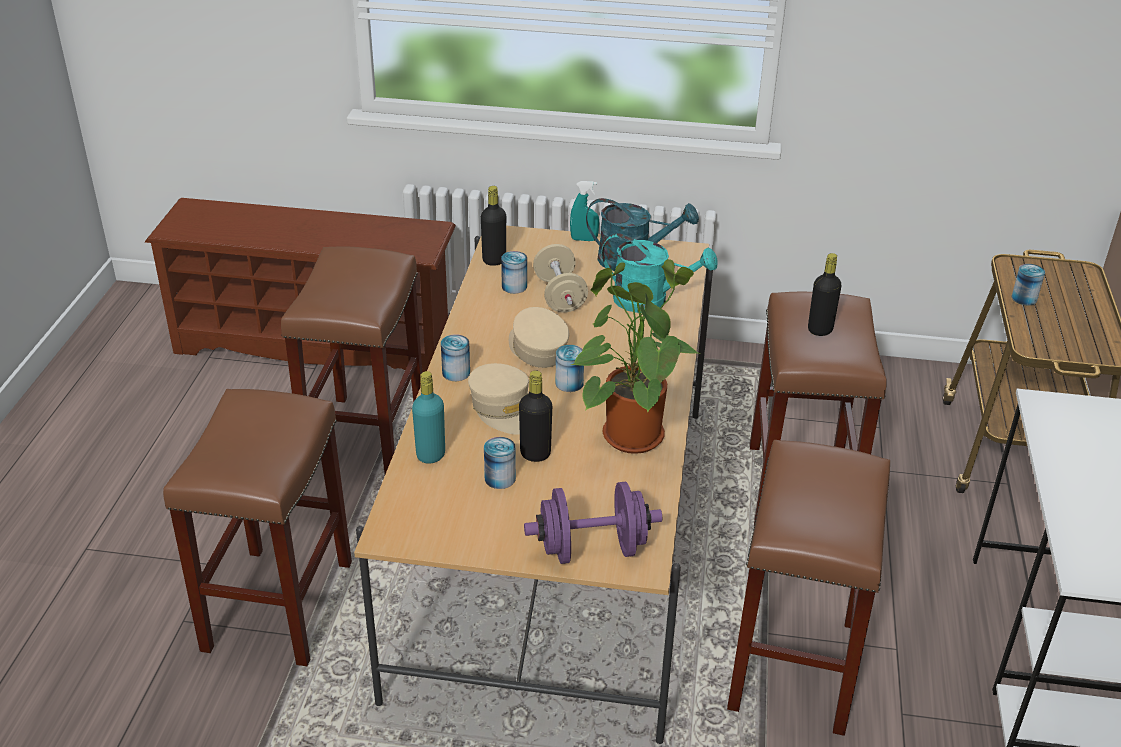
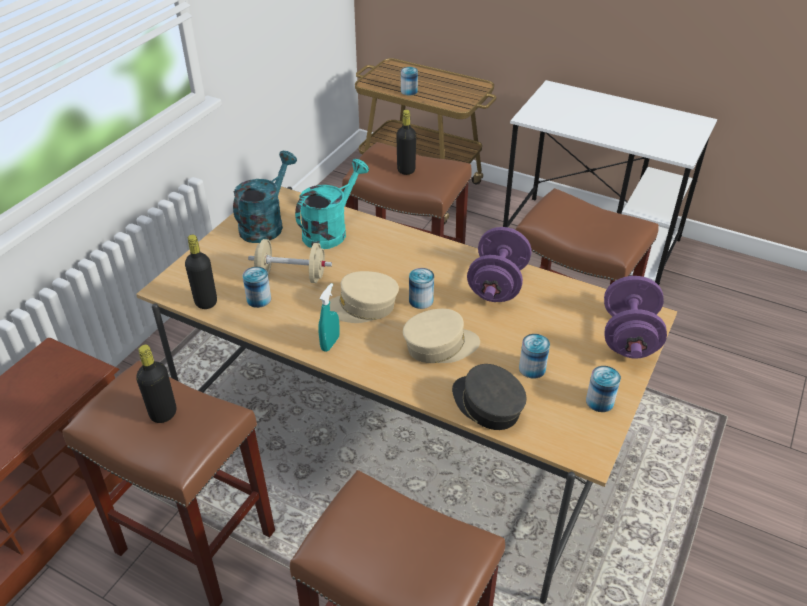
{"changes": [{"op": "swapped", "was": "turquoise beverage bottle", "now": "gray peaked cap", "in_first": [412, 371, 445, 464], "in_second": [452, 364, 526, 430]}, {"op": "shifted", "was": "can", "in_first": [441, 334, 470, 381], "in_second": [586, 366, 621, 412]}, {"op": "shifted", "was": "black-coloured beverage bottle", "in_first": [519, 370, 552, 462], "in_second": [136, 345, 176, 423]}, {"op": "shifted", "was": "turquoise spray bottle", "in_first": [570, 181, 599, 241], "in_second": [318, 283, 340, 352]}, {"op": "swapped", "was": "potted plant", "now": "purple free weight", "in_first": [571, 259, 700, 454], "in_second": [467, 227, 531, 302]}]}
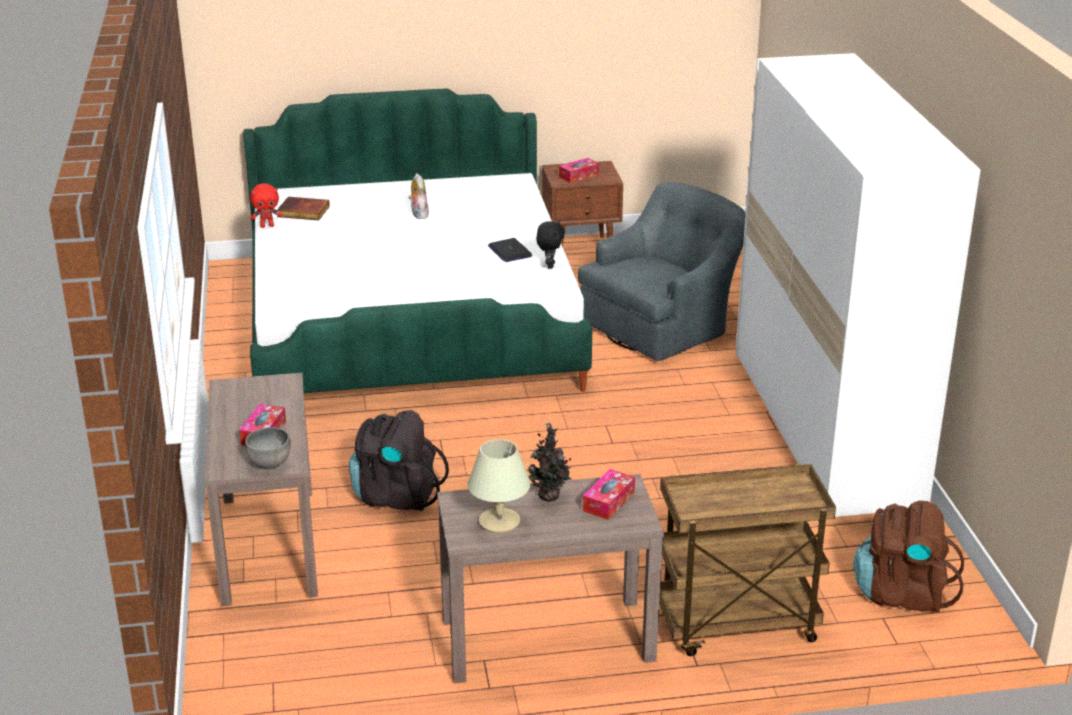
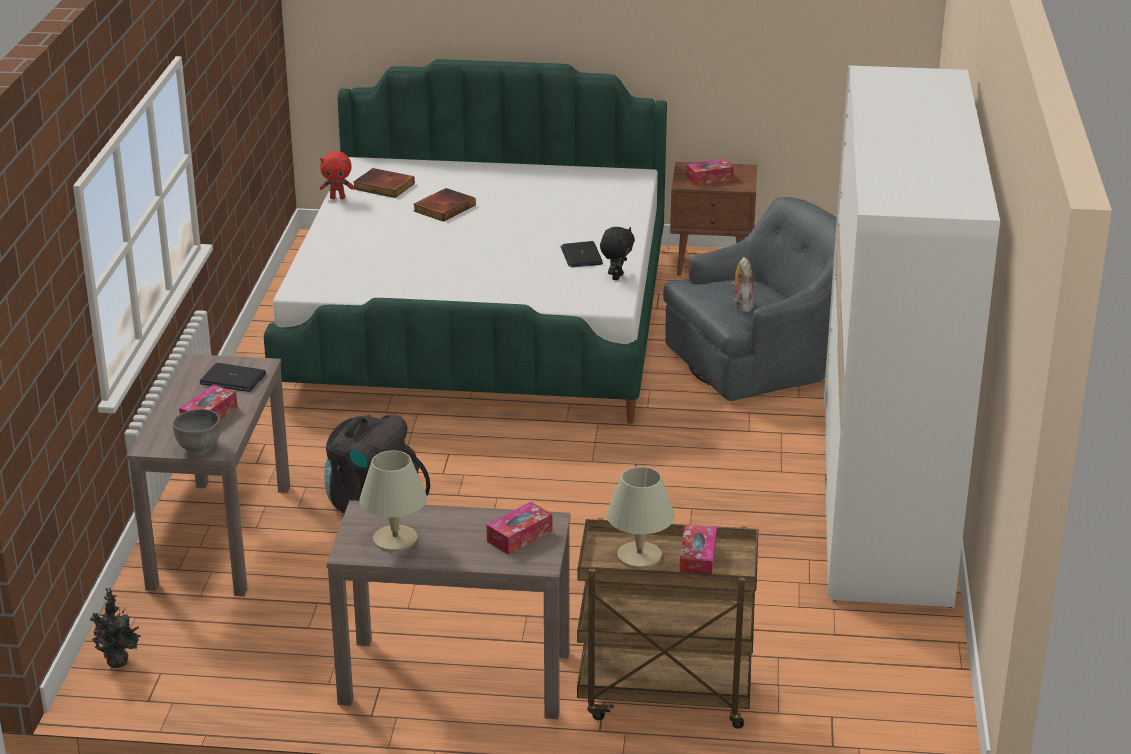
{"changes": [{"op": "shifted", "was": "plush toy", "in_first": [408, 173, 429, 219], "in_second": [731, 257, 754, 312]}, {"op": "shifted", "was": "potted plant", "in_first": [528, 422, 572, 502], "in_second": [90, 587, 141, 668]}, {"op": "gone", "was": "brownish rucksack", "in_first": [853, 501, 964, 613]}, {"op": "new", "now": "notebook computer", "in_second": [200, 363, 266, 392]}, {"op": "new", "now": "volume", "in_second": [414, 188, 476, 222]}, {"op": "new", "now": "sand-coloured tabletop lamp", "in_second": [606, 467, 675, 568]}, {"op": "new", "now": "tissue holder", "in_second": [679, 524, 717, 574]}]}
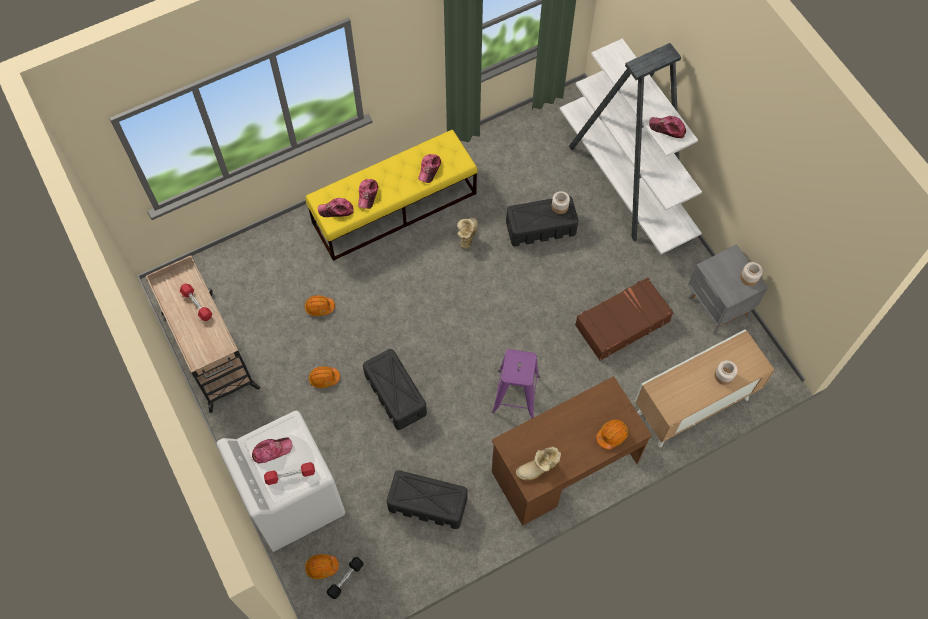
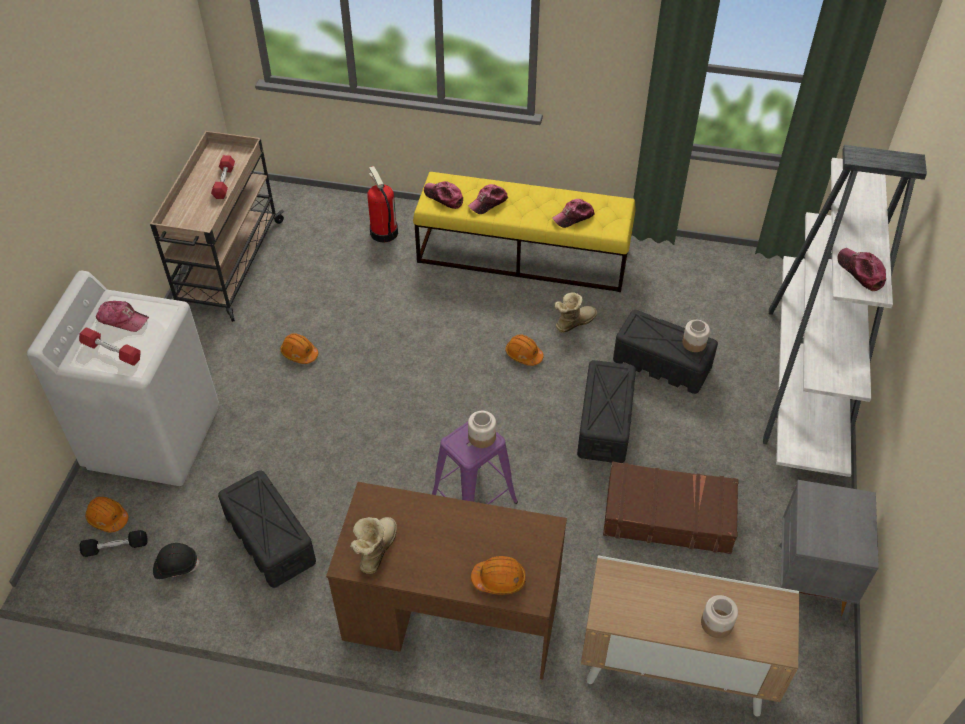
{"changes": [{"op": "shifted", "was": "orangey work helmet", "in_first": [305, 295, 335, 316], "in_second": [505, 334, 544, 366]}, {"op": "shifted", "was": "black-coloured storage box", "in_first": [363, 349, 427, 430], "in_second": [577, 360, 636, 463]}, {"op": "rotated", "was": "boot", "in_first": [516, 447, 561, 480], "in_second": [350, 517, 397, 574], "clockwise": 90}, {"op": "shifted", "was": "jar", "in_first": [740, 262, 763, 286], "in_second": [468, 411, 496, 448]}, {"op": "new", "now": "black-coloured work helmet", "in_second": [153, 543, 200, 579]}, {"op": "new", "now": "fire-fighting cylinder", "in_second": [367, 166, 398, 243]}]}
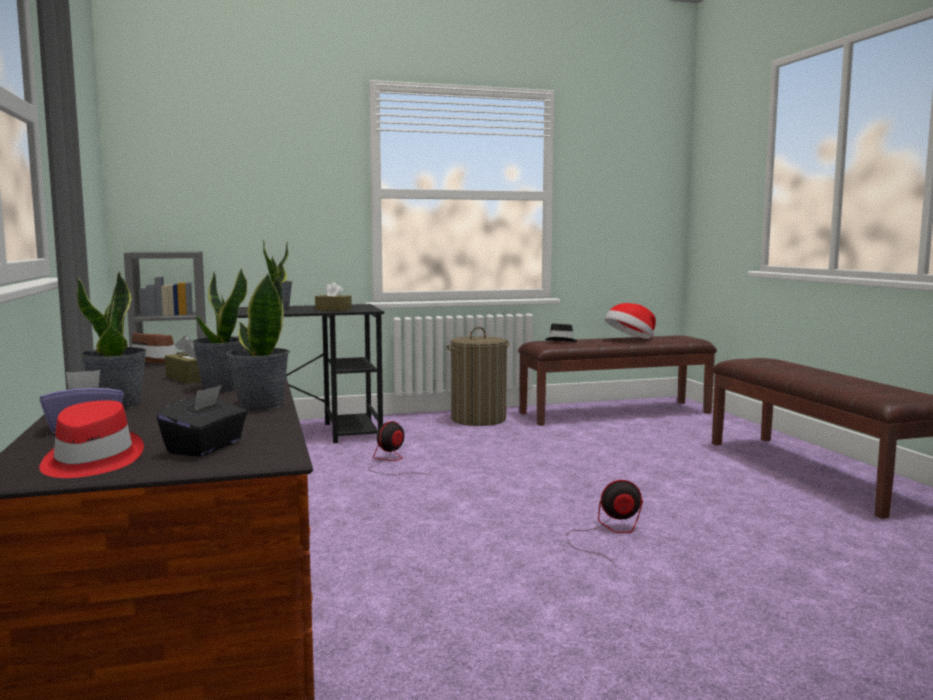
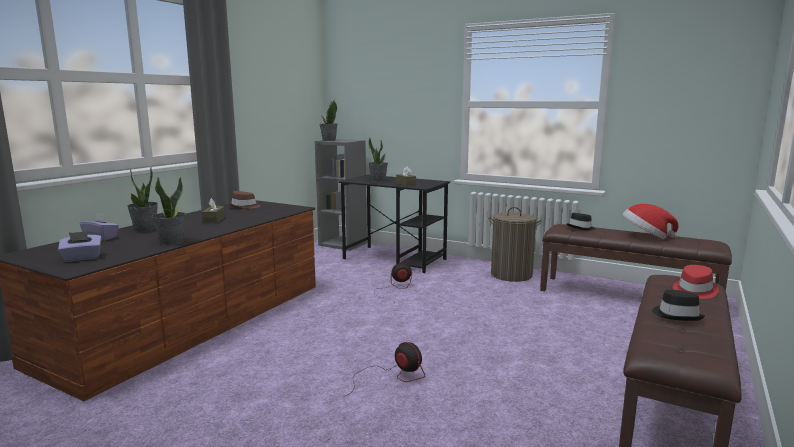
{"changes": [{"op": "shifted", "was": "red hat", "in_first": [39, 400, 144, 478], "in_second": [673, 265, 719, 299]}, {"op": "repainted", "was": "black-coloured tissue holder", "now": "purple tissue holder", "in_first": [157, 385, 248, 457], "in_second": [58, 231, 102, 262]}, {"op": "shifted", "was": "potted plant", "in_first": [192, 268, 247, 392], "in_second": [320, 100, 337, 141]}, {"op": "new", "now": "black-coloured hat", "in_second": [652, 290, 705, 321]}]}
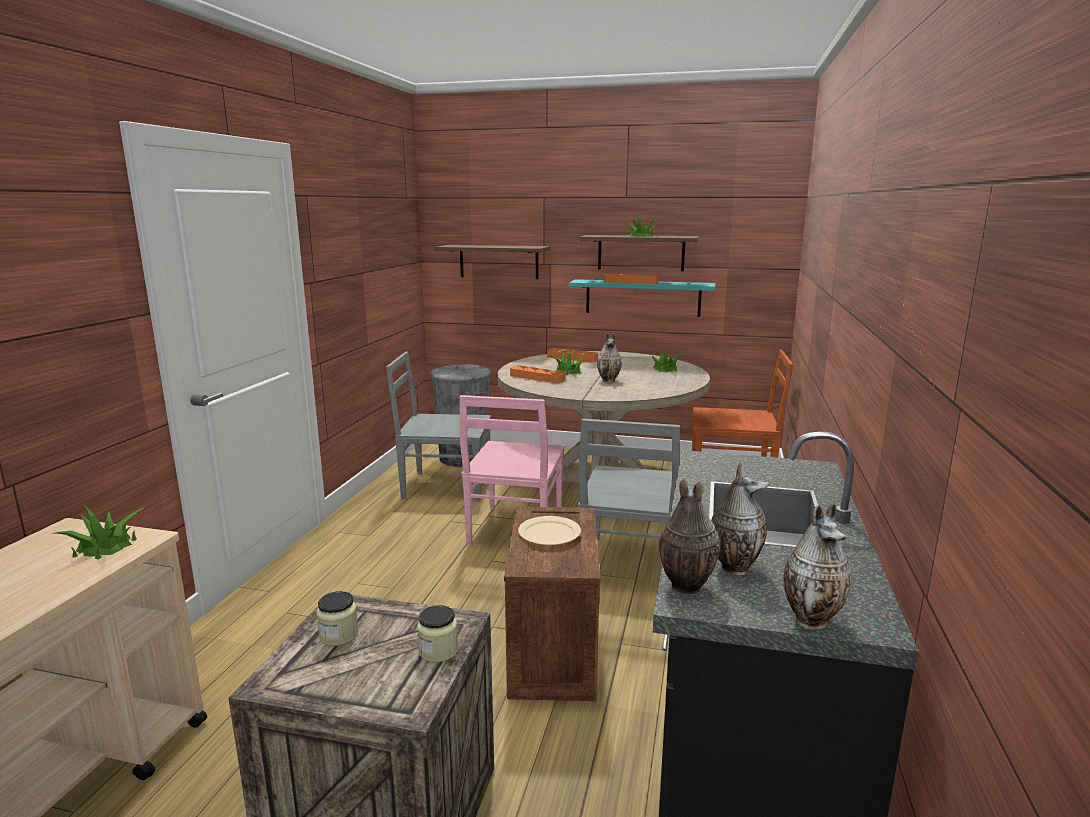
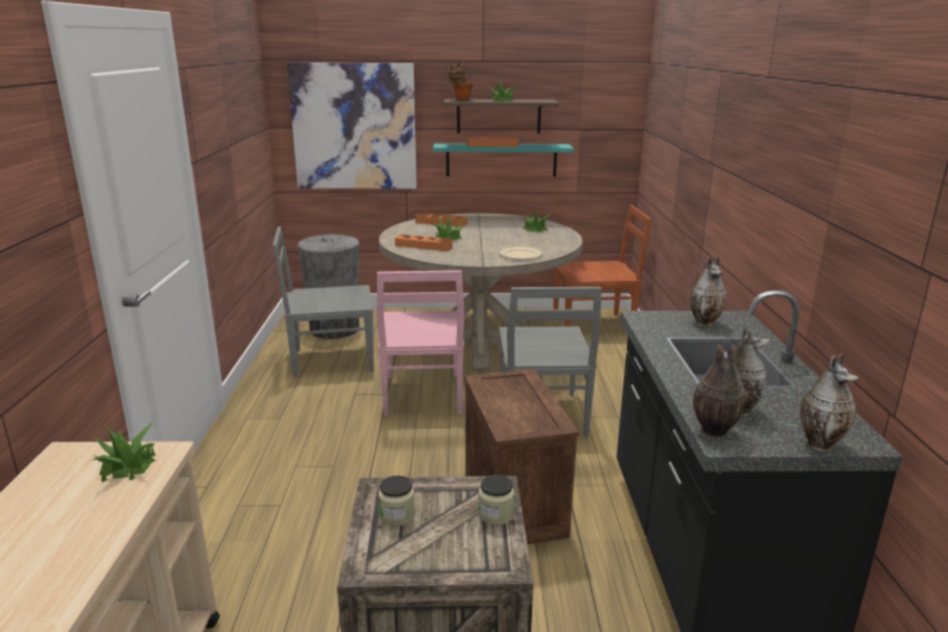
{"changes": [{"op": "swapped", "was": "bracket shelf", "now": "picture", "in_first": [435, 245, 550, 279], "in_second": [287, 63, 417, 189]}, {"op": "shifted", "was": "sand-coloured flat dish", "in_first": [518, 516, 581, 545], "in_second": [500, 247, 542, 260]}, {"op": "shifted", "was": "decorative vase", "in_first": [597, 333, 622, 383], "in_second": [690, 256, 727, 327]}, {"op": "new", "now": "potted plant", "in_second": [447, 63, 473, 101]}]}
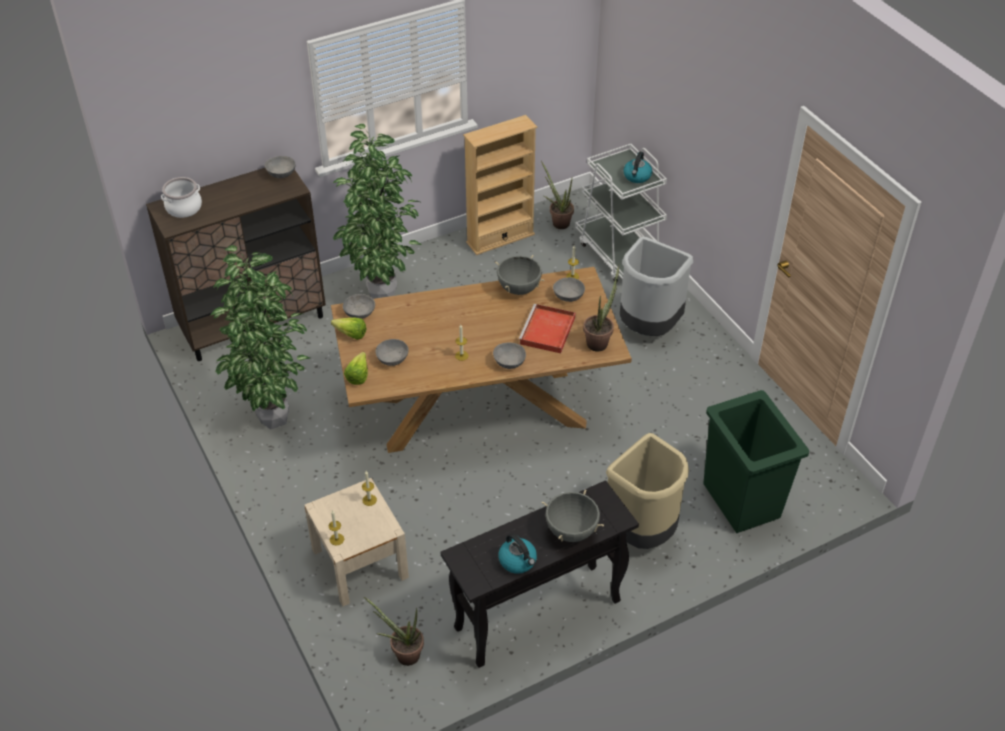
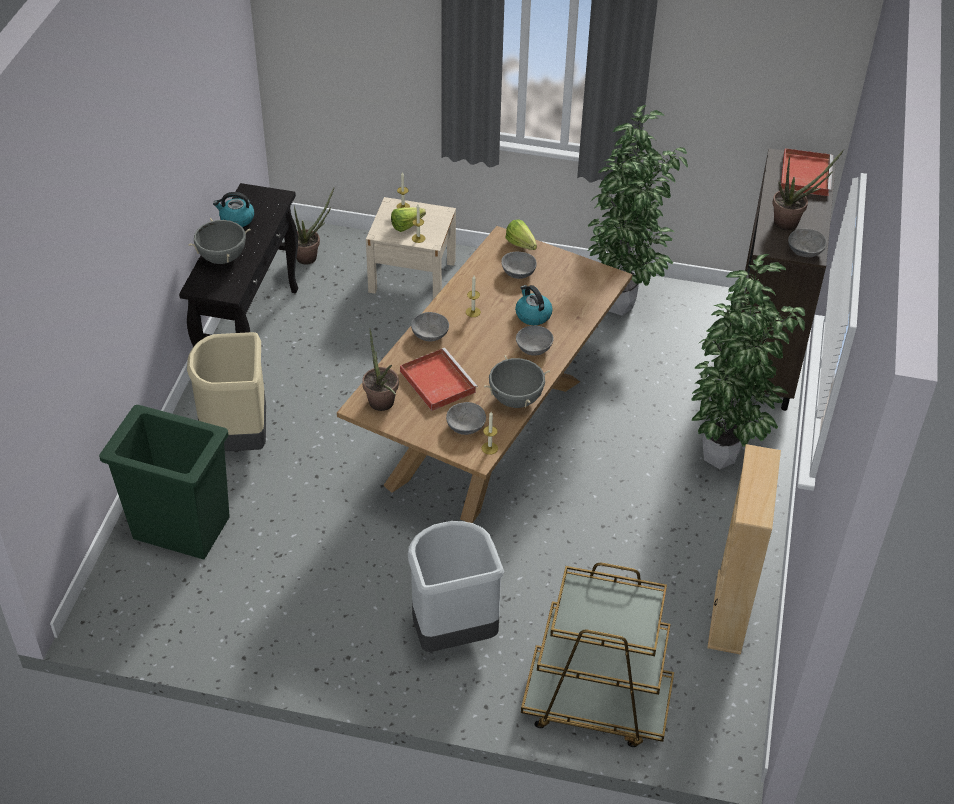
{"changes": [{"op": "swapped", "was": "stockpot", "now": "red carrying tray", "in_first": [161, 177, 202, 218], "in_second": [781, 148, 833, 196]}, {"op": "shifted", "was": "lettuce", "in_first": [331, 318, 366, 340], "in_second": [391, 207, 426, 232]}, {"op": "shifted", "was": "gray bowl", "in_first": [343, 294, 375, 319], "in_second": [516, 326, 554, 356]}, {"op": "shifted", "was": "potted plant", "in_first": [541, 161, 574, 229], "in_second": [772, 149, 844, 231]}, {"op": "repainted", "was": "whitish wheeled cart", "now": "brownish wheeled cart", "in_first": [575, 144, 667, 282], "in_second": [521, 563, 674, 747]}, {"op": "shifted", "was": "kettle", "in_first": [623, 151, 652, 183], "in_second": [515, 285, 553, 325]}]}
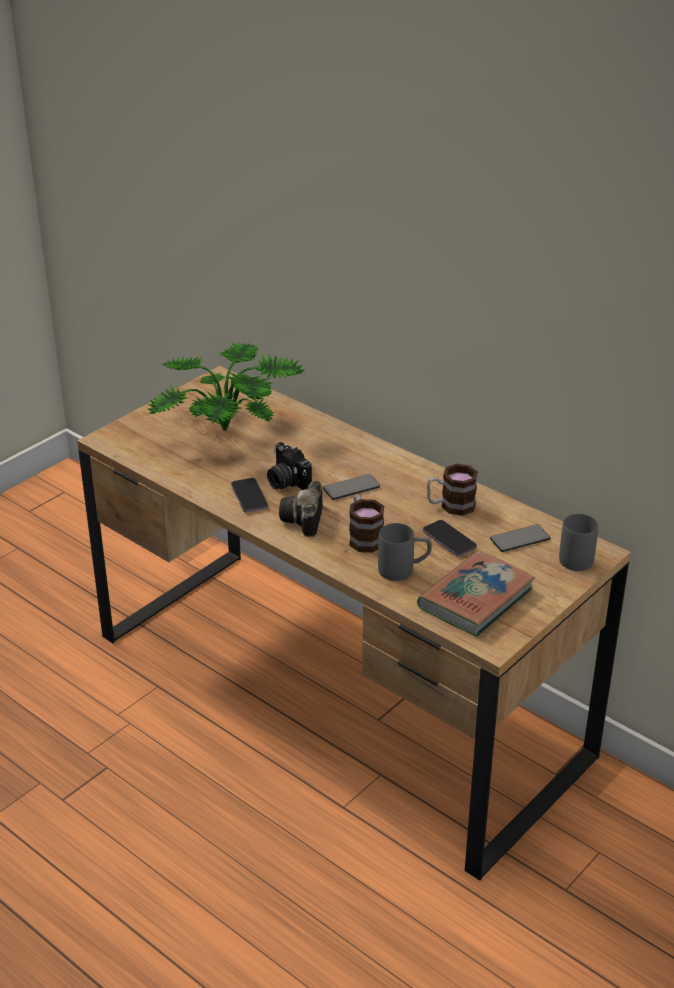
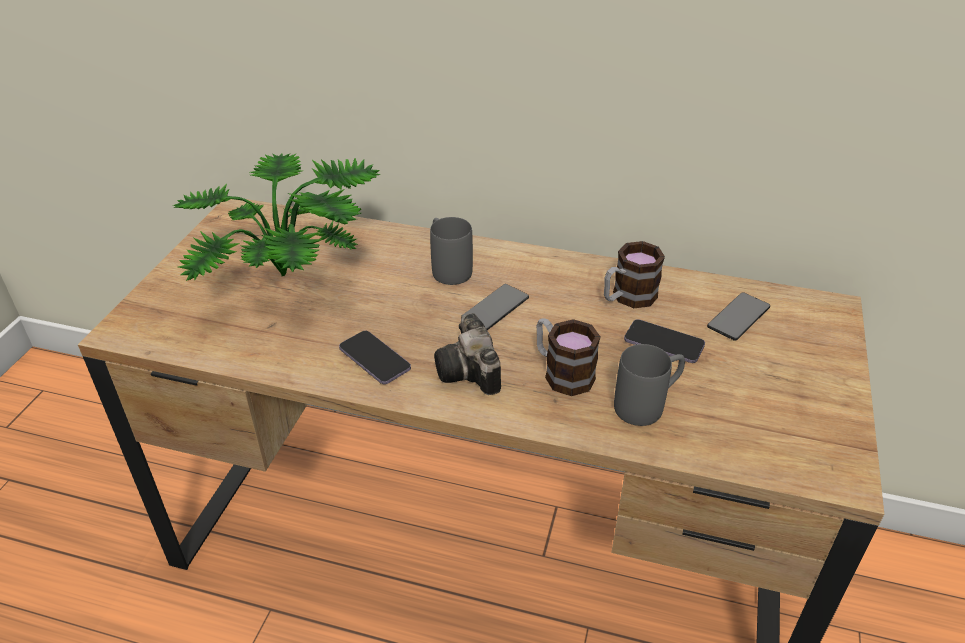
{"changes": [{"op": "gone", "was": "still camera", "in_first": [267, 442, 312, 490]}, {"op": "gone", "was": "volume", "in_first": [417, 551, 535, 637]}, {"op": "shifted", "was": "gray coffee mug", "in_first": [559, 512, 598, 571], "in_second": [430, 217, 473, 285]}]}
